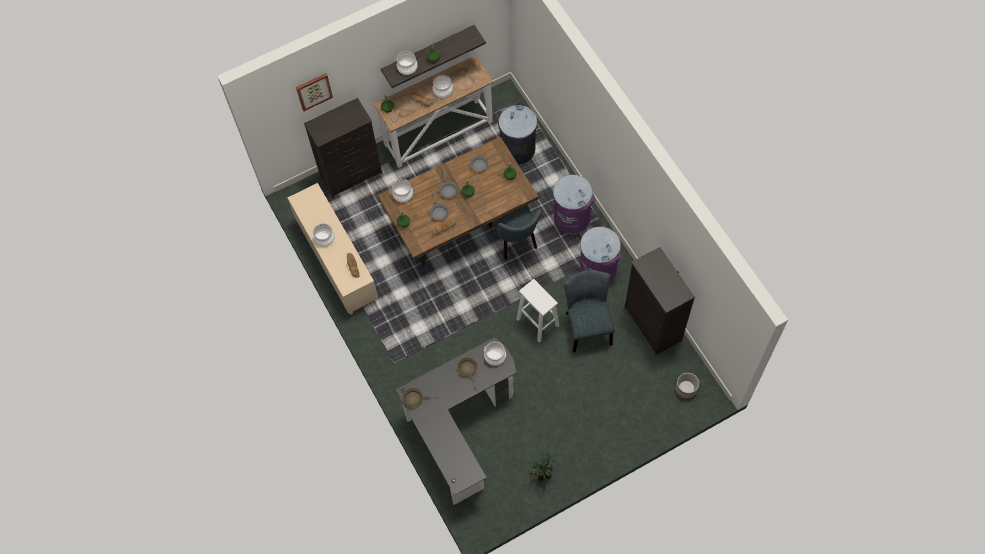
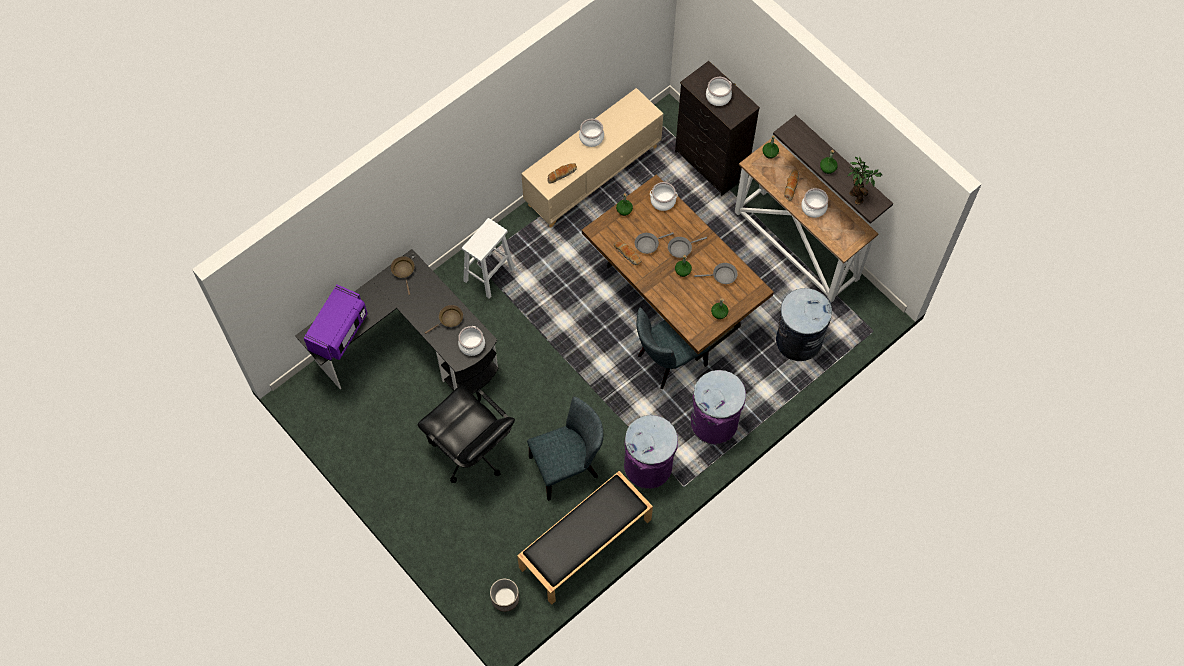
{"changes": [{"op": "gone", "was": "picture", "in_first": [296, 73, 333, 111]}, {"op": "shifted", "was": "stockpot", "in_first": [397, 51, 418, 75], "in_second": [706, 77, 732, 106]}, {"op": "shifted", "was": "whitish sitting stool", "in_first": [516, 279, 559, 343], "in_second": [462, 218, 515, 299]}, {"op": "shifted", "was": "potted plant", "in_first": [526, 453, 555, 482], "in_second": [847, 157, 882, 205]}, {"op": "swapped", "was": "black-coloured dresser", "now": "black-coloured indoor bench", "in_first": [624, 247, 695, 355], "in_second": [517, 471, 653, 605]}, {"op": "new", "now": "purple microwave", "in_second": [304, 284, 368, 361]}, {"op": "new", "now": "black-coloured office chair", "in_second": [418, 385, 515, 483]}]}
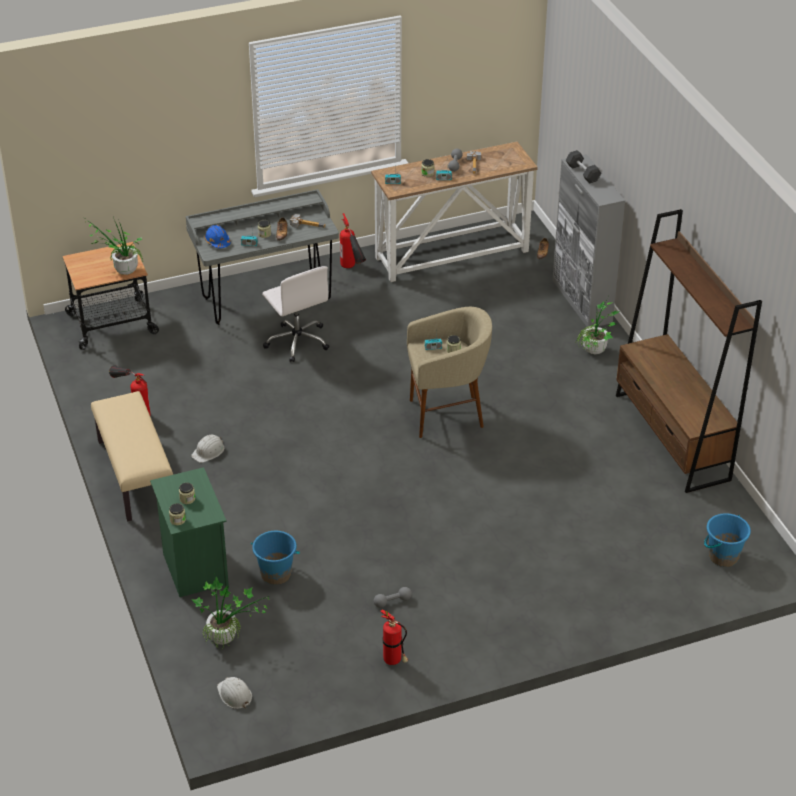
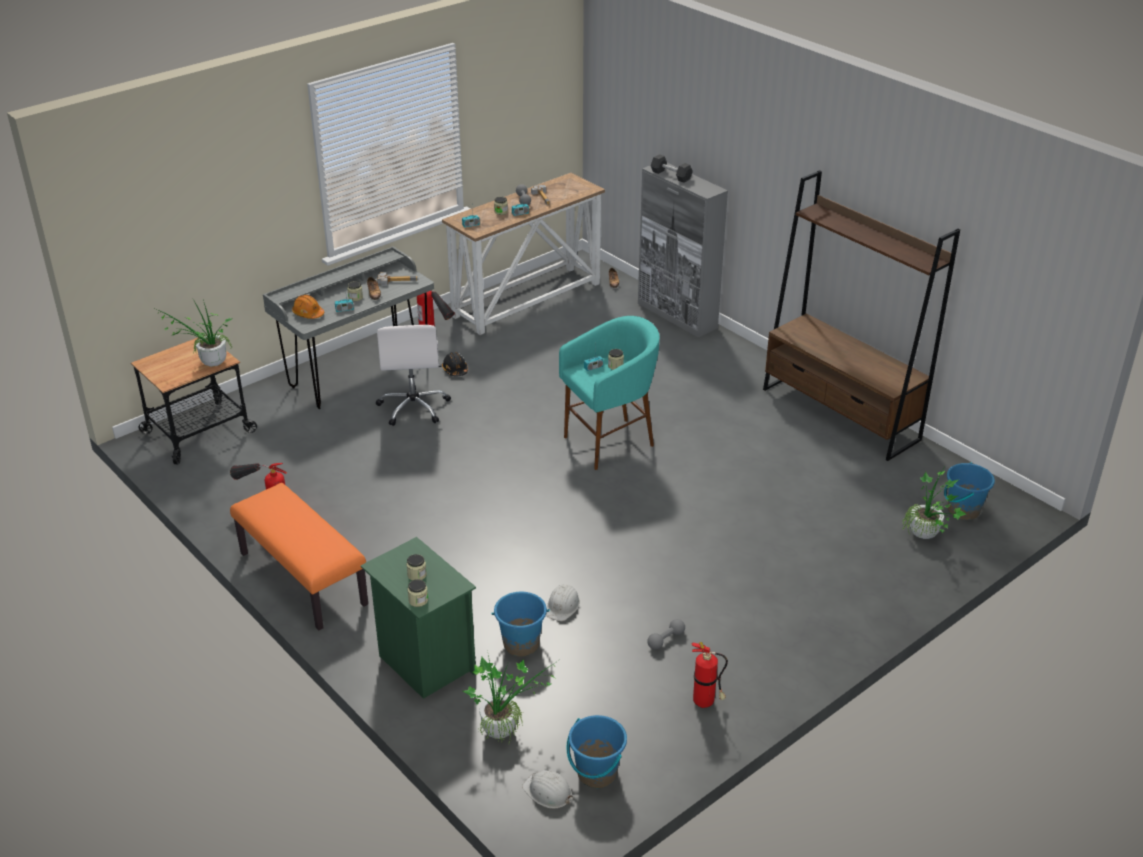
{"changes": [{"op": "repainted", "was": "sand-coloured indoor bench", "now": "orangey indoor bench", "in_first": [91, 391, 173, 521], "in_second": [230, 483, 368, 631]}, {"op": "shifted", "was": "whitish work helmet", "in_first": [191, 435, 224, 463], "in_second": [546, 584, 580, 621]}, {"op": "repainted", "was": "bluish work helmet", "now": "orangey work helmet", "in_first": [204, 225, 231, 248], "in_second": [292, 295, 324, 319]}, {"op": "rotated", "was": "whitish office chair", "in_first": [262, 266, 329, 362], "in_second": [375, 325, 451, 426], "clockwise": 45}, {"op": "repainted", "was": "sand-coloured sitting stool", "now": "turquoise sitting stool", "in_first": [407, 307, 492, 438], "in_second": [559, 316, 660, 470]}, {"op": "shifted", "was": "potted plant", "in_first": [576, 299, 620, 354], "in_second": [902, 465, 966, 539]}, {"op": "new", "now": "black-coloured work helmet", "in_second": [442, 352, 468, 376]}, {"op": "new", "now": "bluish bucket", "in_second": [566, 715, 627, 788]}]}
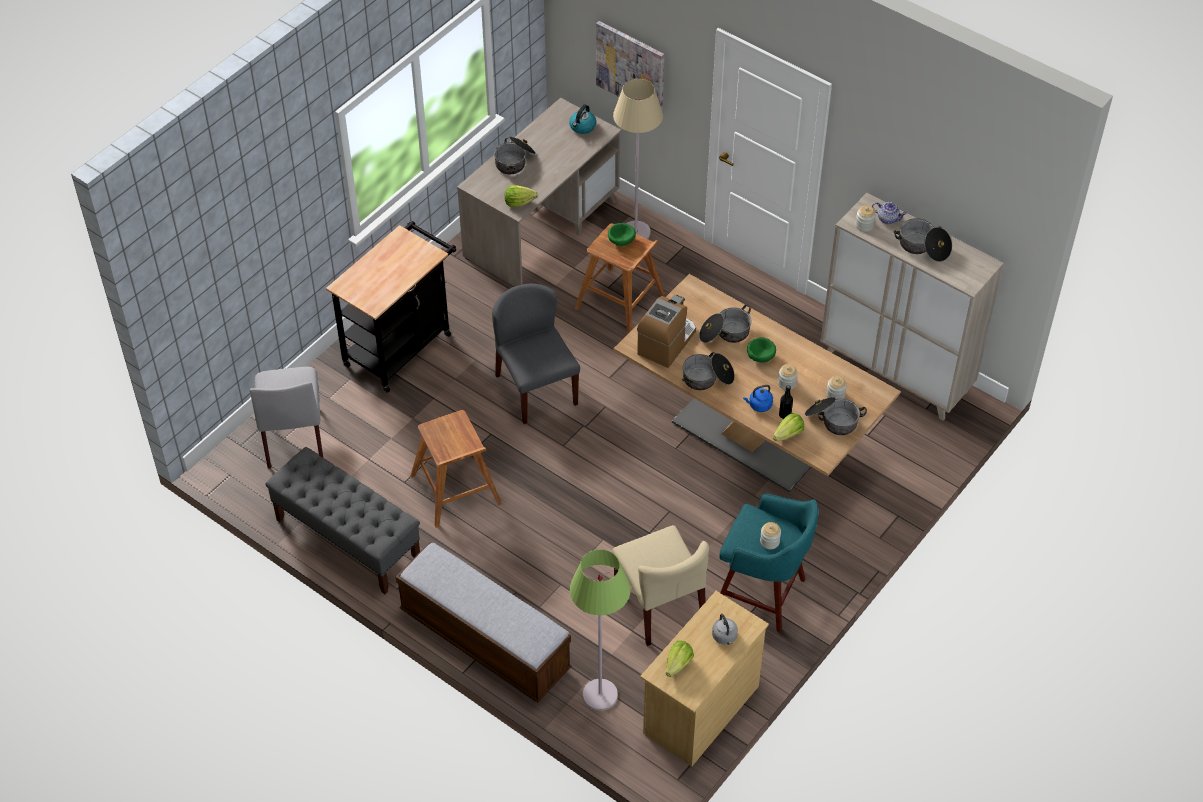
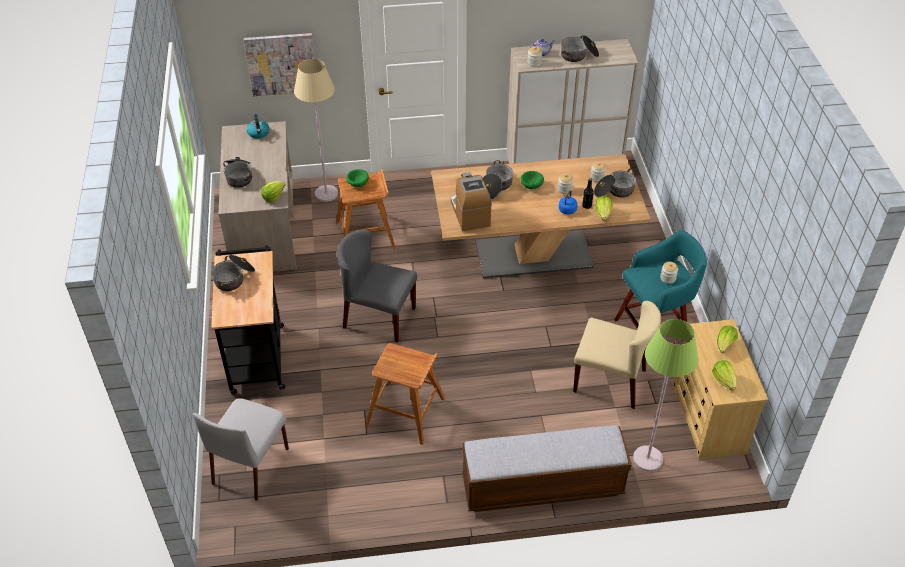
{"changes": [{"op": "rotated", "was": "gray upright chair", "in_first": [250, 367, 323, 469], "in_second": [193, 398, 289, 501], "clockwise": 75}, {"op": "gone", "was": "gray indoor bench", "in_first": [265, 447, 420, 594]}, {"op": "shifted", "was": "stockpot", "in_first": [682, 352, 735, 390], "in_second": [211, 255, 255, 291]}, {"op": "swapped", "was": "gray kettle", "now": "lettuce", "in_first": [712, 614, 738, 645], "in_second": [717, 326, 738, 353]}]}
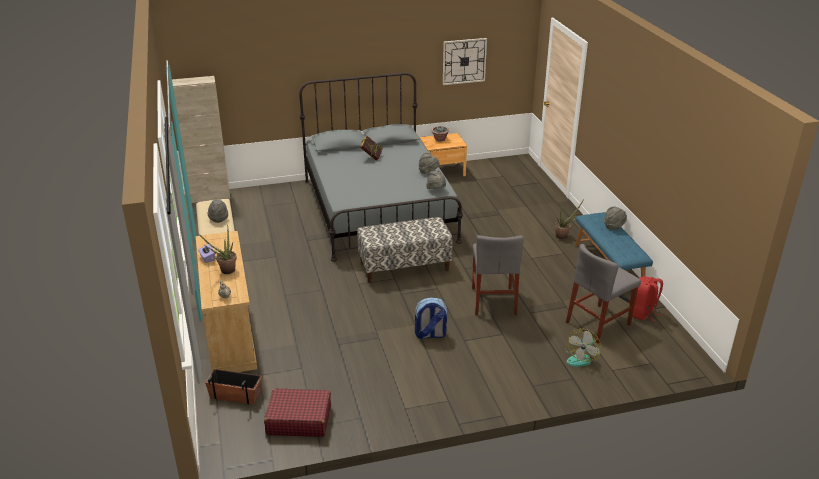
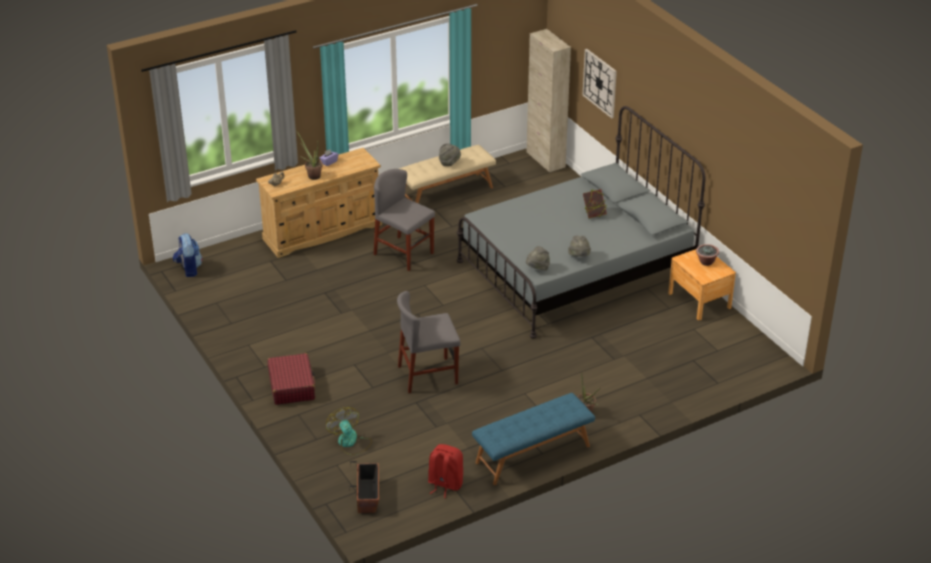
{"changes": [{"op": "shifted", "was": "flower pot", "in_first": [205, 369, 262, 405], "in_second": [350, 461, 379, 513]}, {"op": "shifted", "was": "red suitcase", "in_first": [264, 389, 331, 437], "in_second": [268, 353, 315, 405]}, {"op": "gone", "was": "indoor bench", "in_first": [357, 217, 453, 282]}, {"op": "shifted", "was": "rucksack", "in_first": [415, 297, 447, 339], "in_second": [173, 233, 202, 277]}, {"op": "shifted", "was": "clock on the wall", "in_first": [443, 38, 487, 85], "in_second": [583, 49, 617, 118]}, {"op": "rotated", "was": "fan", "in_first": [565, 329, 601, 367], "in_second": [326, 407, 372, 455], "clockwise": 45}, {"op": "shifted", "was": "gray upright chair", "in_first": [566, 244, 641, 344], "in_second": [374, 169, 435, 271]}, {"op": "gone", "was": "gray hat", "in_first": [604, 206, 627, 230]}]}
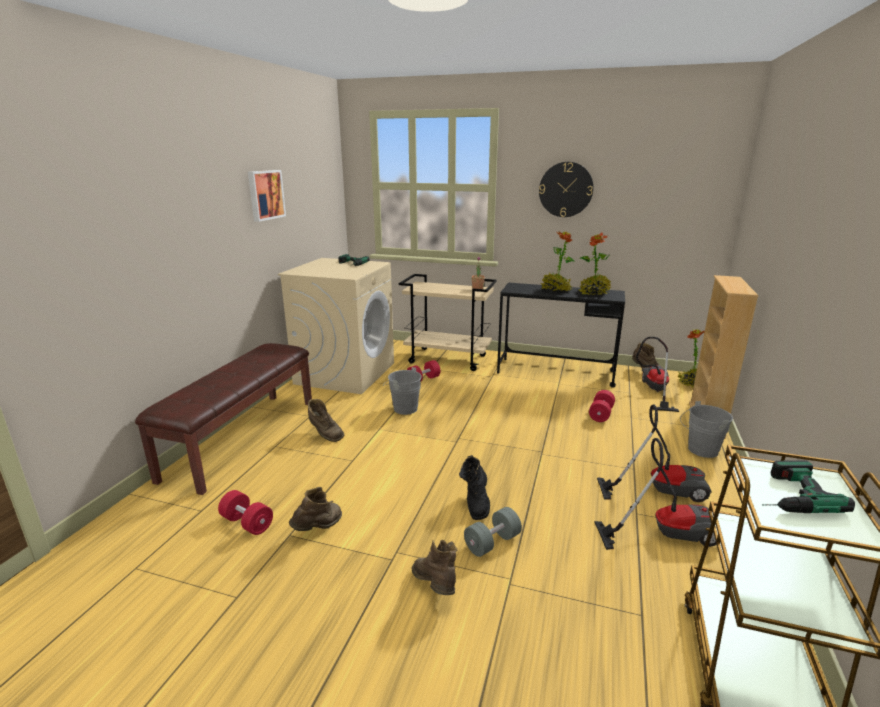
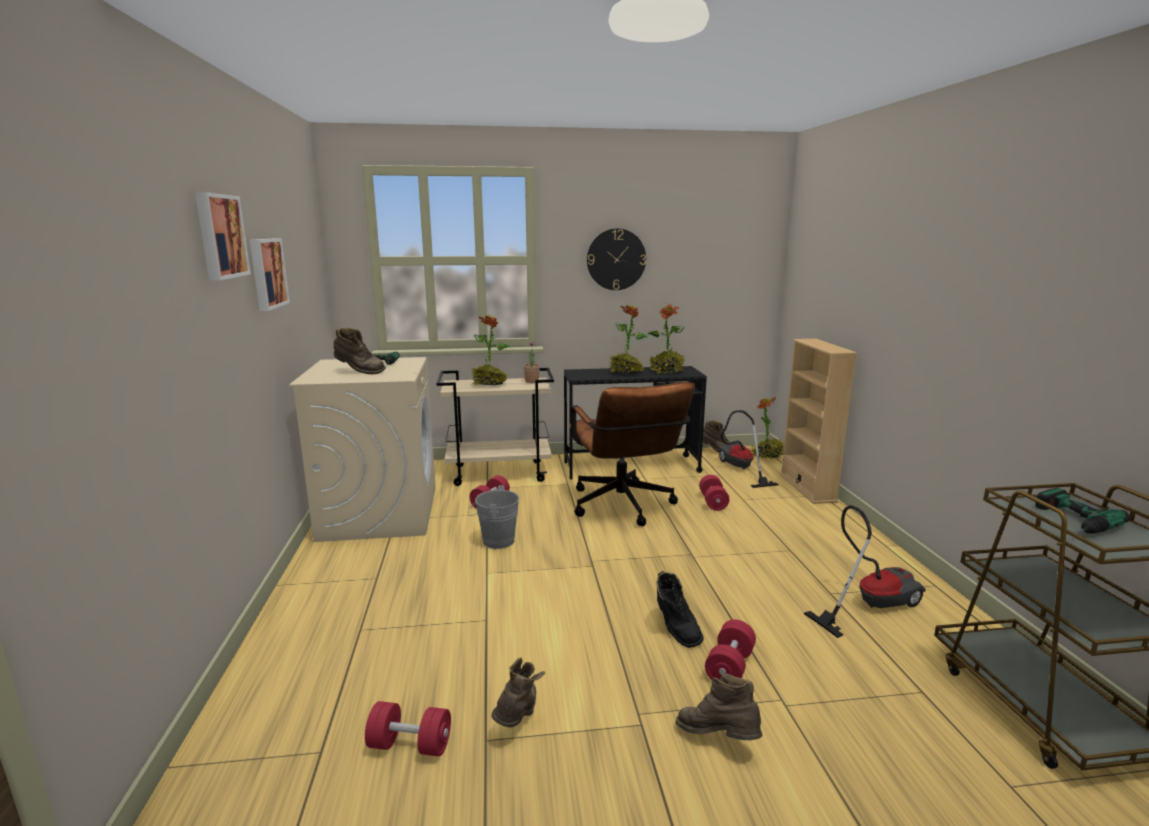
{"changes": [{"op": "gone", "was": "brownish indoor bench", "in_first": [135, 343, 312, 495]}, {"op": "shifted", "was": "brownish boot", "in_first": [308, 399, 344, 442], "in_second": [334, 328, 386, 374]}, {"op": "repainted", "was": "gray free weight", "now": "red free weight", "in_first": [464, 507, 522, 557], "in_second": [705, 620, 756, 680]}, {"op": "gone", "was": "hoover", "in_first": [597, 404, 711, 502]}, {"op": "gone", "was": "gray bucket", "in_first": [680, 401, 733, 458]}, {"op": "new", "now": "picture", "in_second": [195, 192, 251, 280]}, {"op": "new", "now": "potted plant", "in_second": [472, 315, 510, 385]}, {"op": "new", "now": "brownish office chair", "in_second": [569, 382, 695, 526]}]}
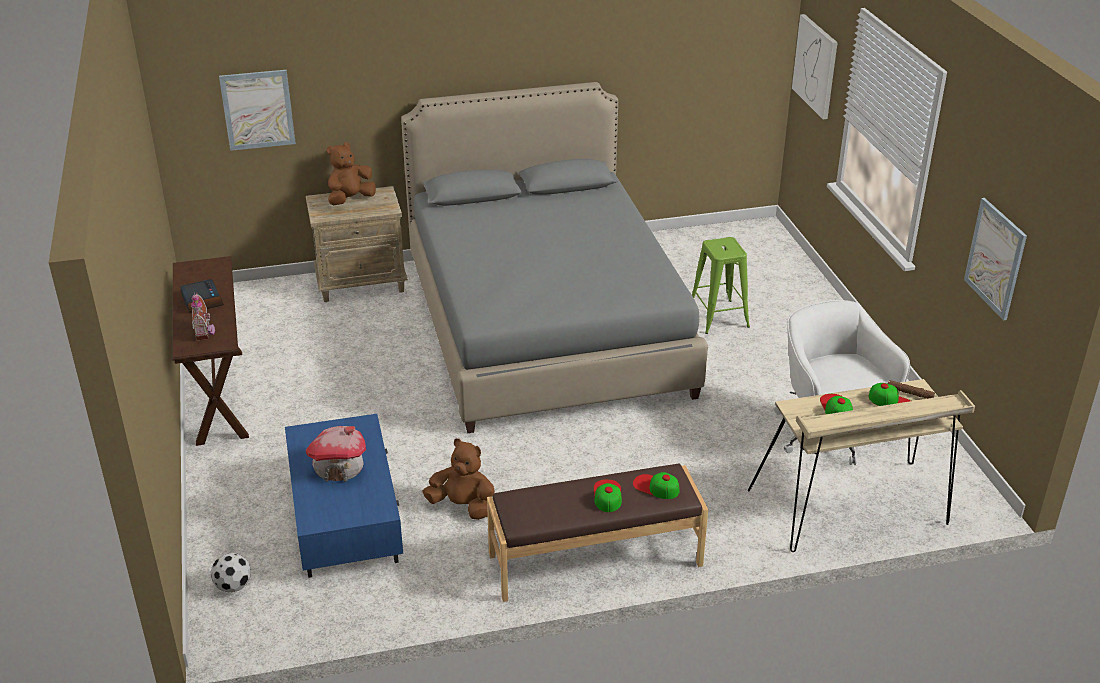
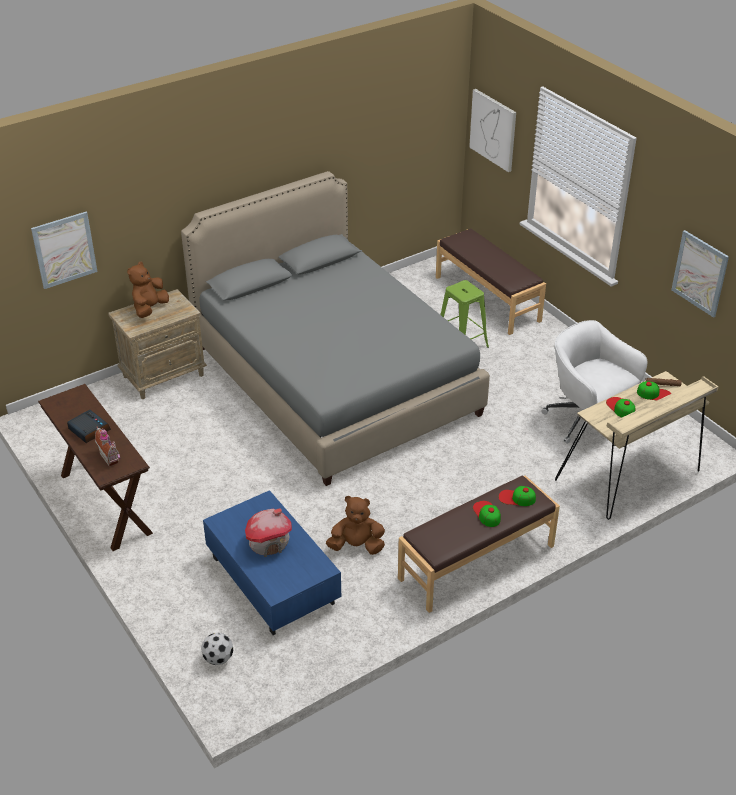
{"changes": [{"op": "new", "now": "brownish indoor bench", "in_second": [436, 229, 546, 335]}]}
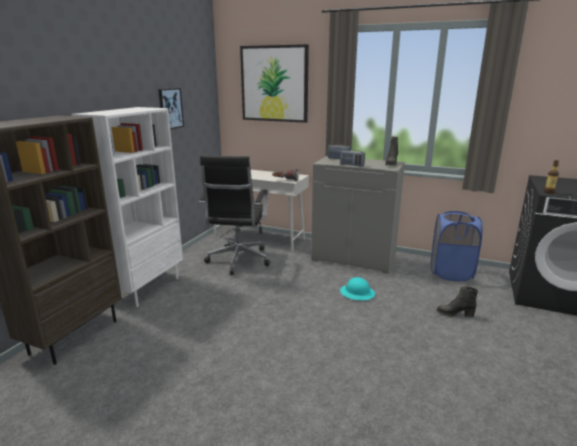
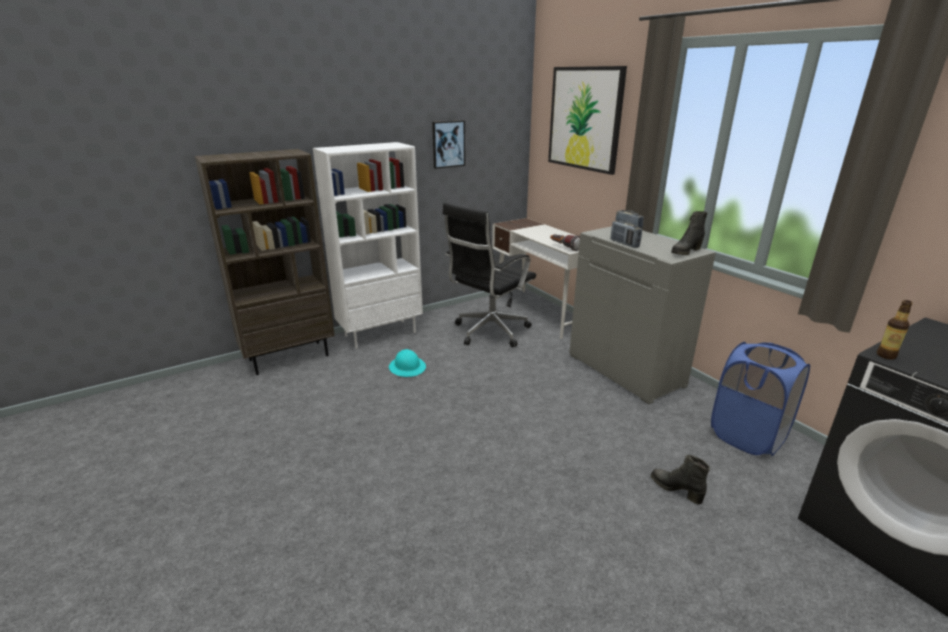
{"changes": [{"op": "shifted", "was": "turquoise work helmet", "in_first": [340, 277, 375, 300], "in_second": [389, 349, 426, 377]}]}
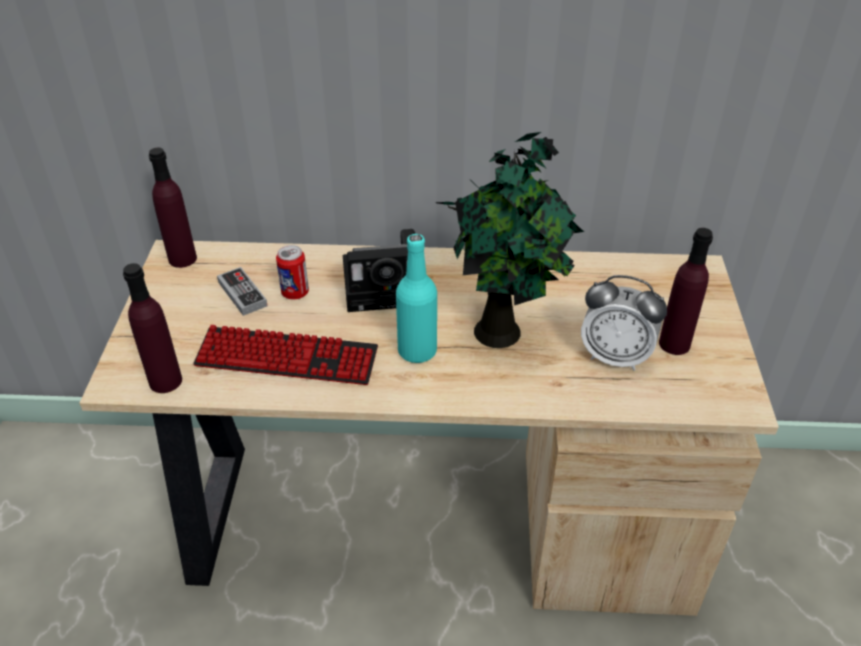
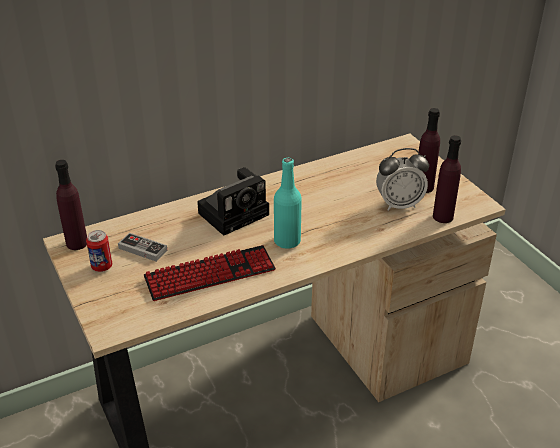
{"changes": [{"op": "shifted", "was": "purple beverage bottle", "in_first": [123, 263, 182, 393], "in_second": [433, 135, 461, 223]}, {"op": "shifted", "was": "can", "in_first": [276, 245, 309, 300], "in_second": [86, 230, 112, 272]}, {"op": "gone", "was": "potted plant", "in_first": [435, 132, 584, 348]}]}
